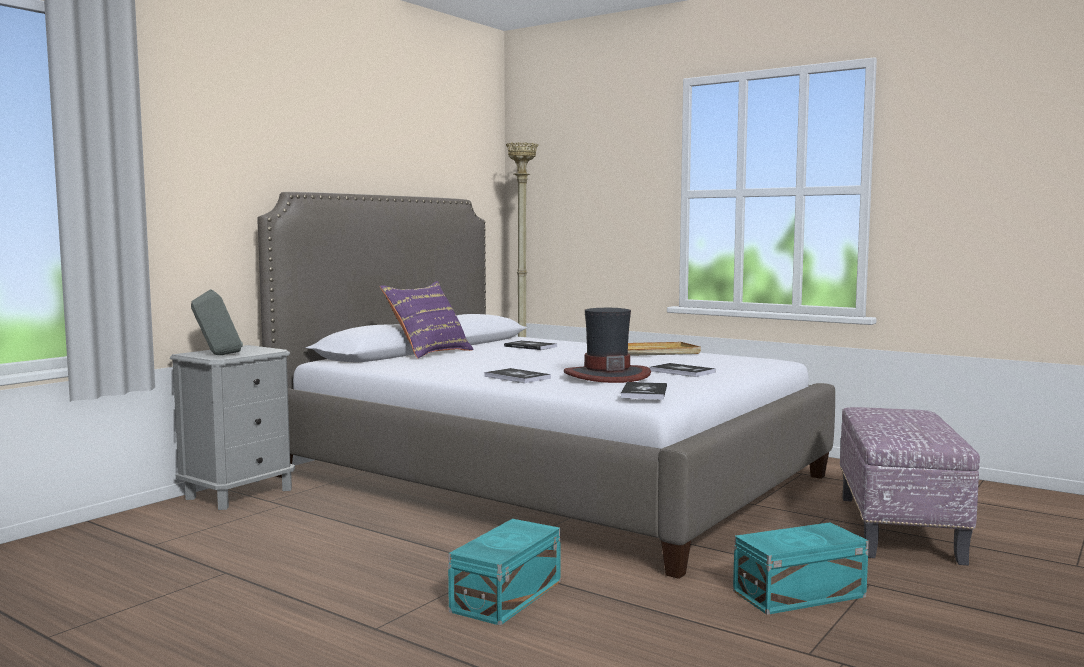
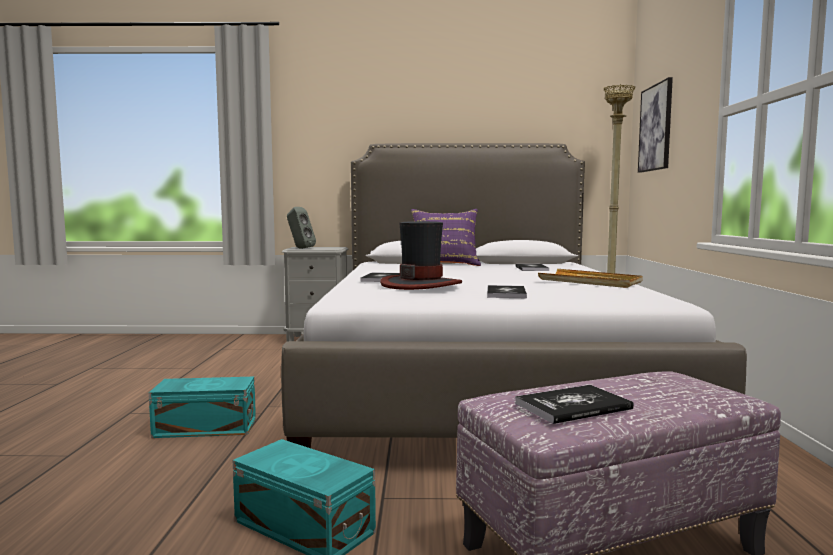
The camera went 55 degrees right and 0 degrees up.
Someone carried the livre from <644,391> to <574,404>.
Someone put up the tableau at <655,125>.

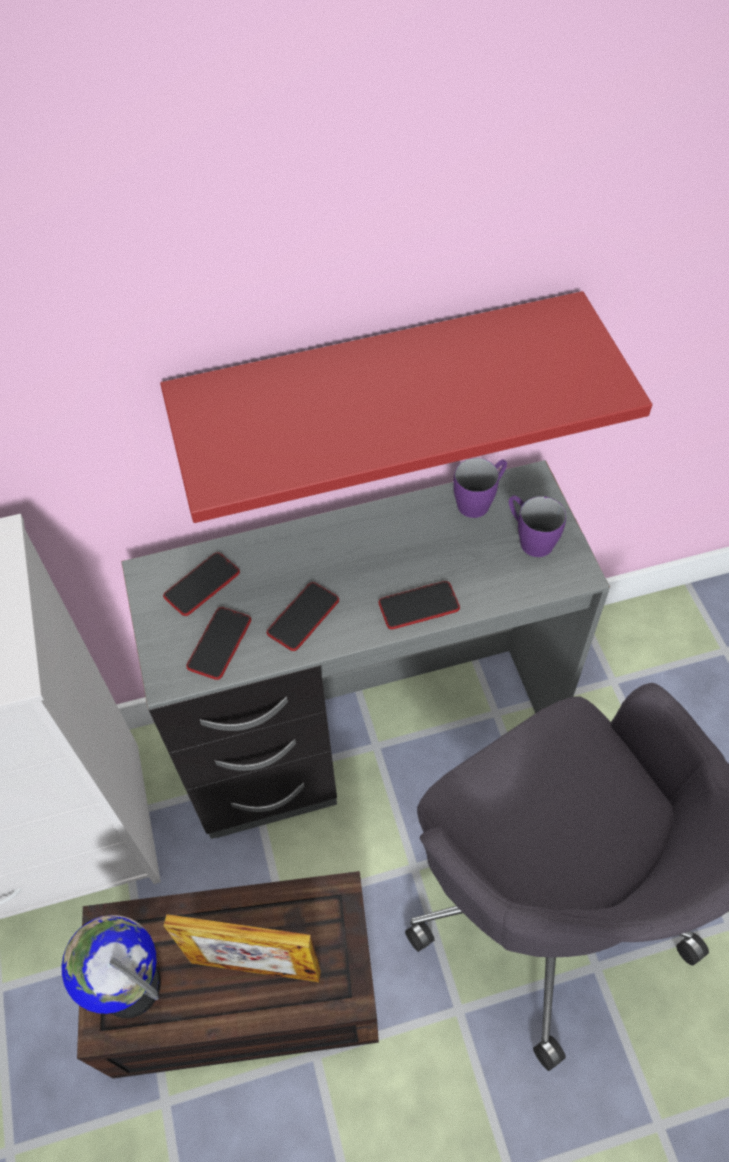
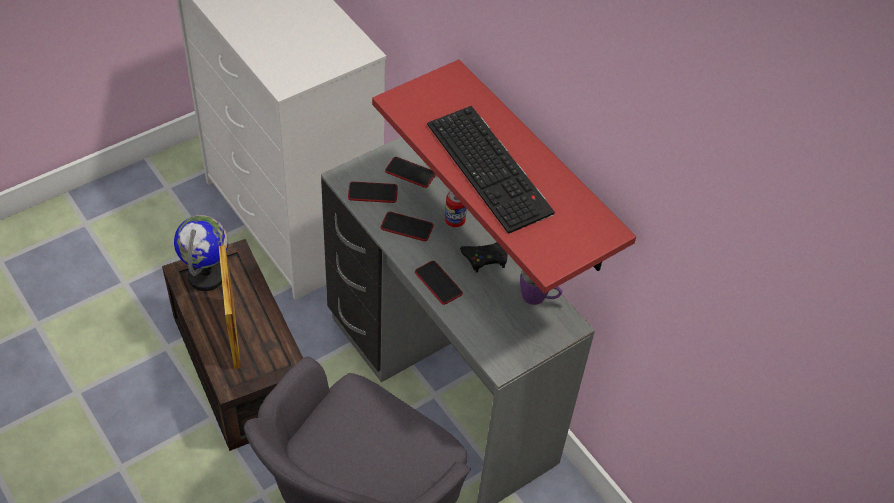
The camera went 65 degrees right and 5 degrees down.
Someone took away the mug/violet at <537,526>.
Someone put down the clavier at <491,170>.
Someone put down the boîte métallique at <456,209>.
Someone put down the manette/noir at <484,257>.

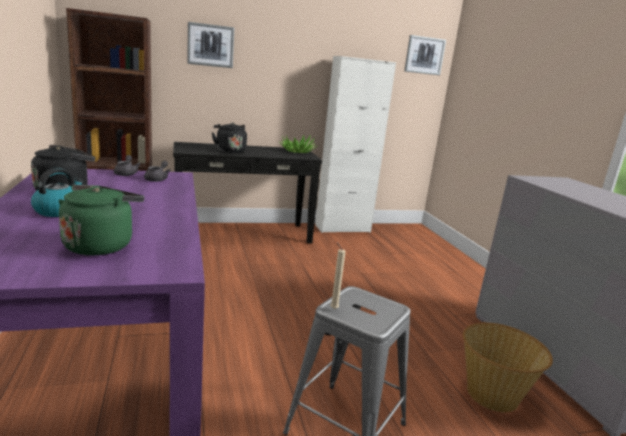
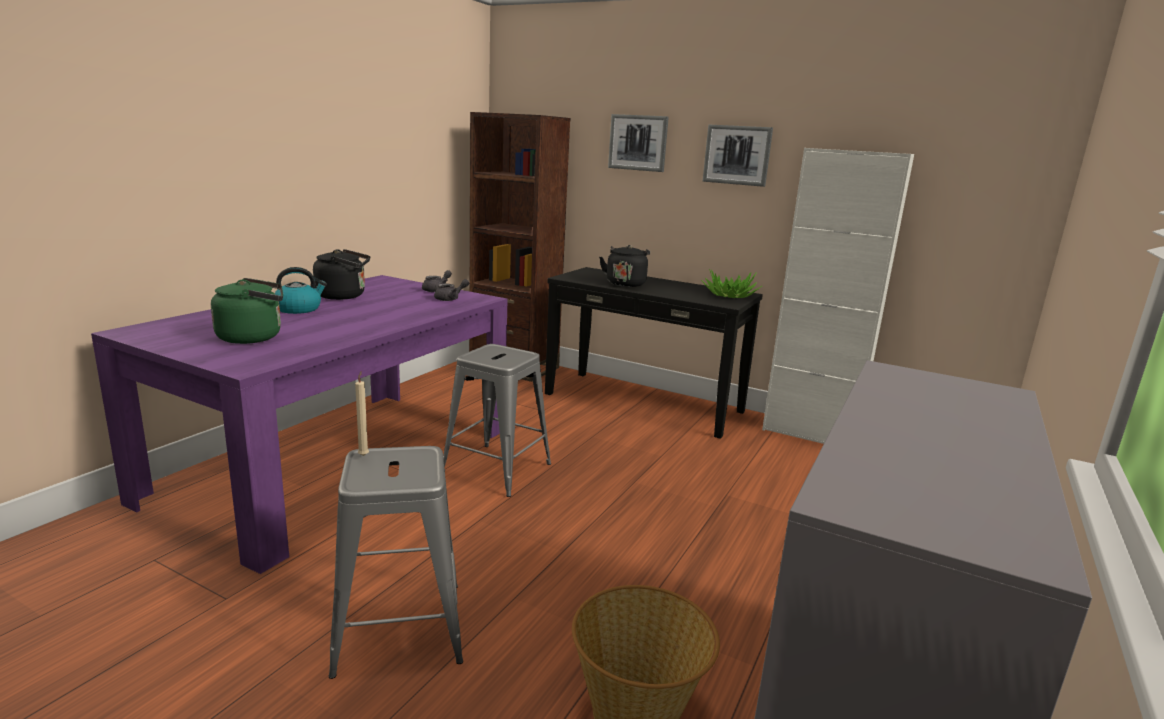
The camera went 45 degrees right and 0 degrees up.
Someone carried the tableau from <425,55> to <737,156>.
Someone put down the tabouret/gris at <497,420>.

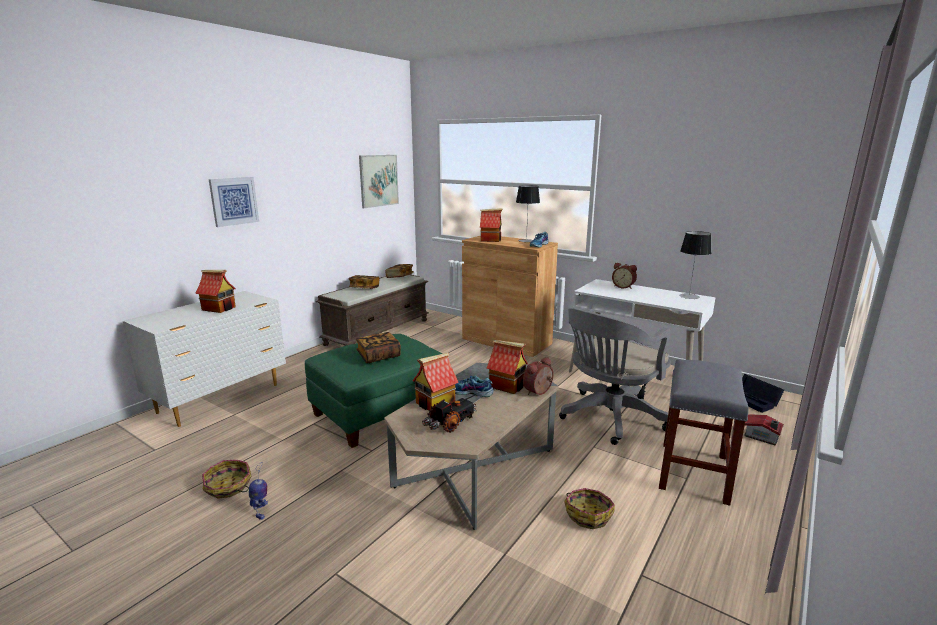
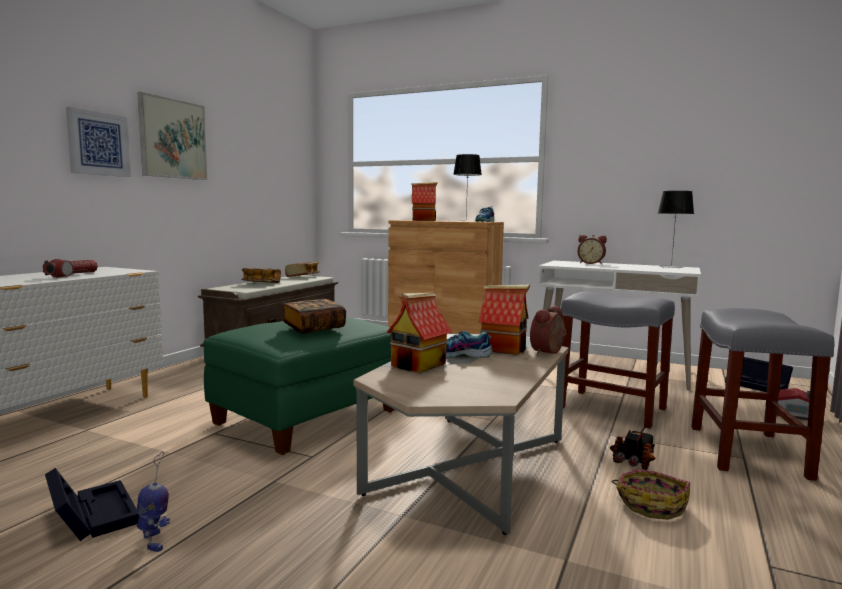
The camera went 10 degrees left and 10 degrees down.
Someone carried the tableau from <379,181> to <172,136>.
Someone swapped the maison miniature at <215,291> for the lampe de poche at <70,268>.
Someone swapped the chaise de bureau/gris at <615,376> for the tabouret/gris at <618,360>.
Someone carried the camion jouet from <449,414> to <632,448>.
Someone swapped the panier at <227,479> for the boîte de rangement/noir at <92,504>.

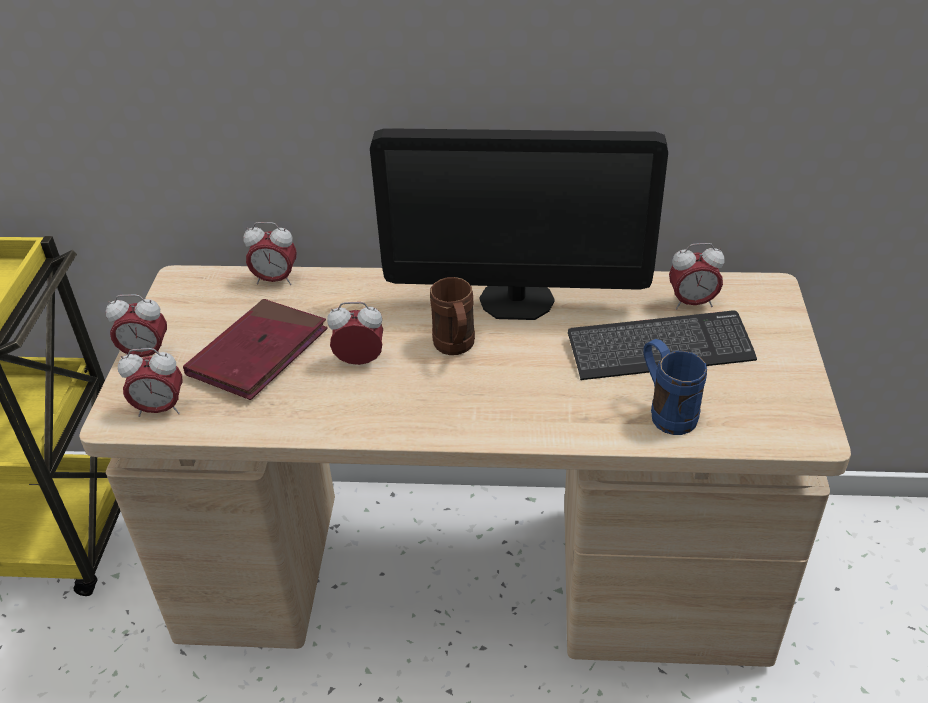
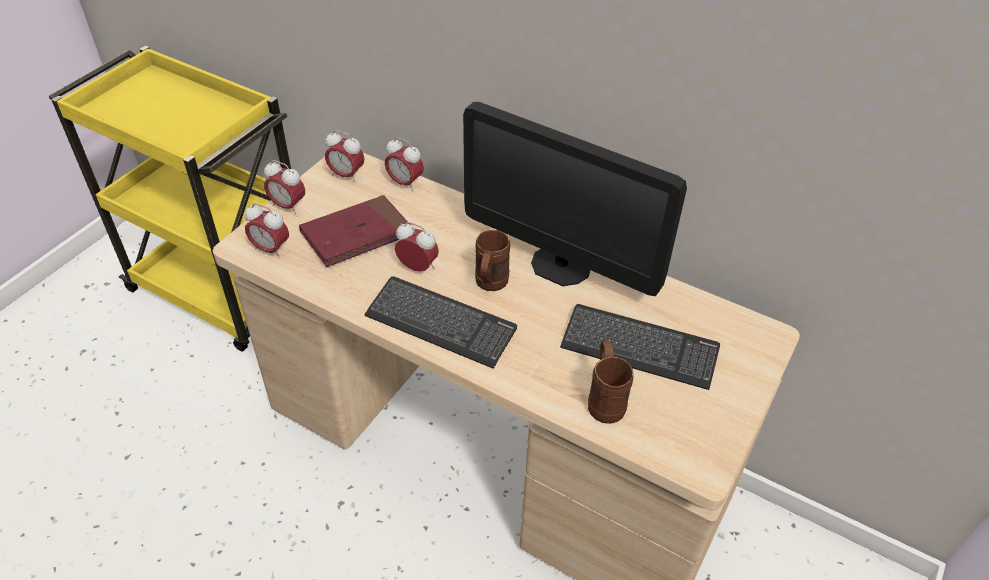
The camera went 25 degrees right and 5 degrees up.
Someone carried the réveil from <697,276> to <345,156>.
Someone repainted the mug/bleu at <675,387>, which became the mug/marron at <611,382>.
Someone put down the clavier at <441,322>.

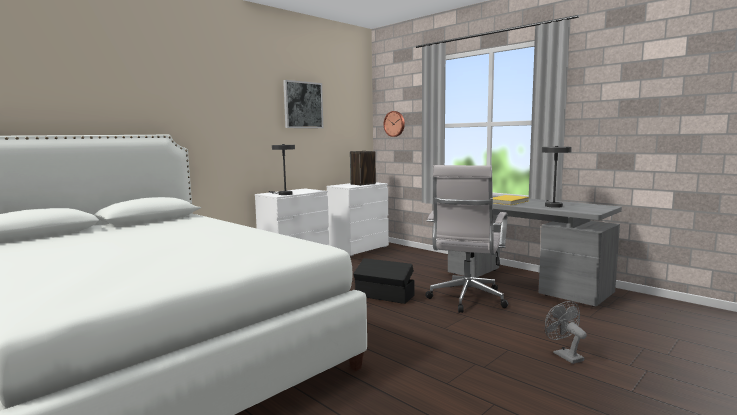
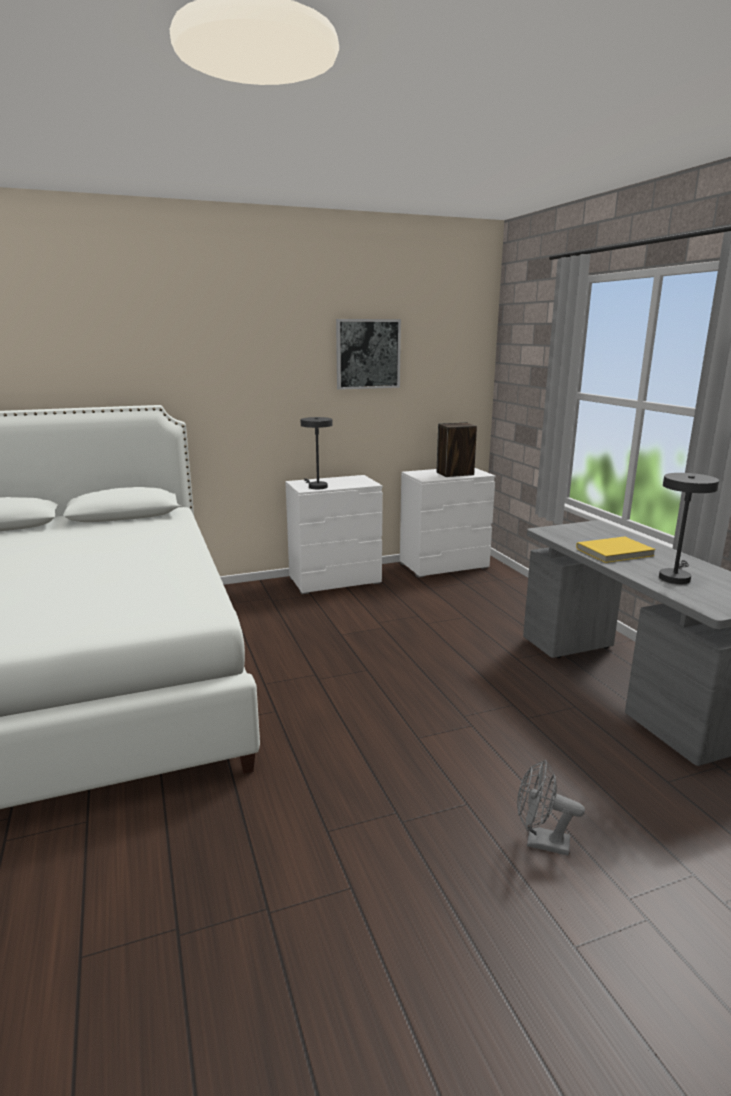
The camera went 25 degrees right and 10 degrees up.
Someone took away the horloge murale at <394,124>.
Someone took away the chaise de bureau/blanc at <466,239>.
Someone took away the boîte de rangement/noir at <384,281>.
Someone rotated the ventilateur/gris at <566,332> by 75 degrees counterclockwise.

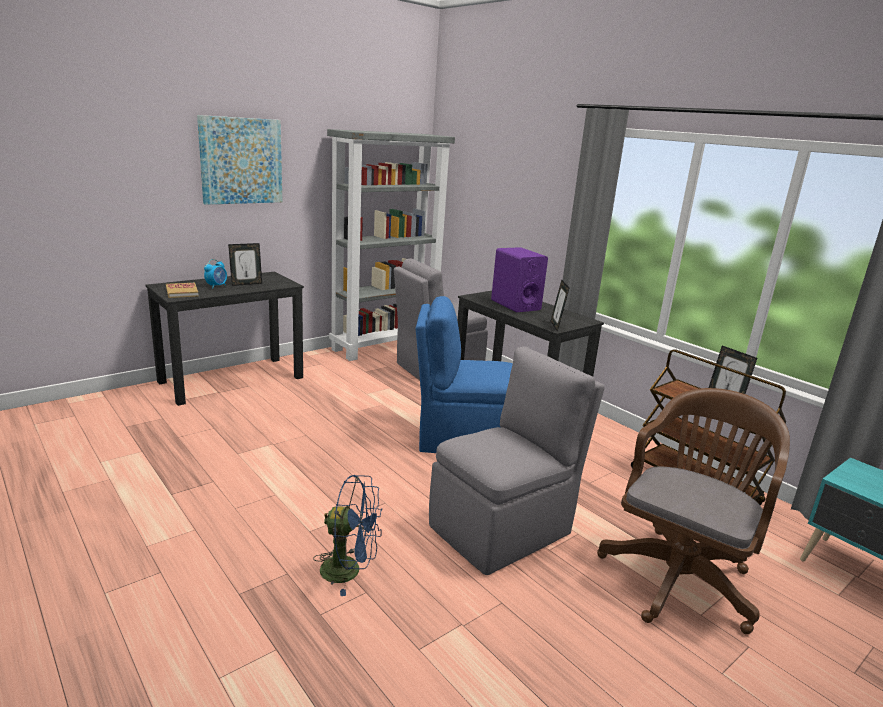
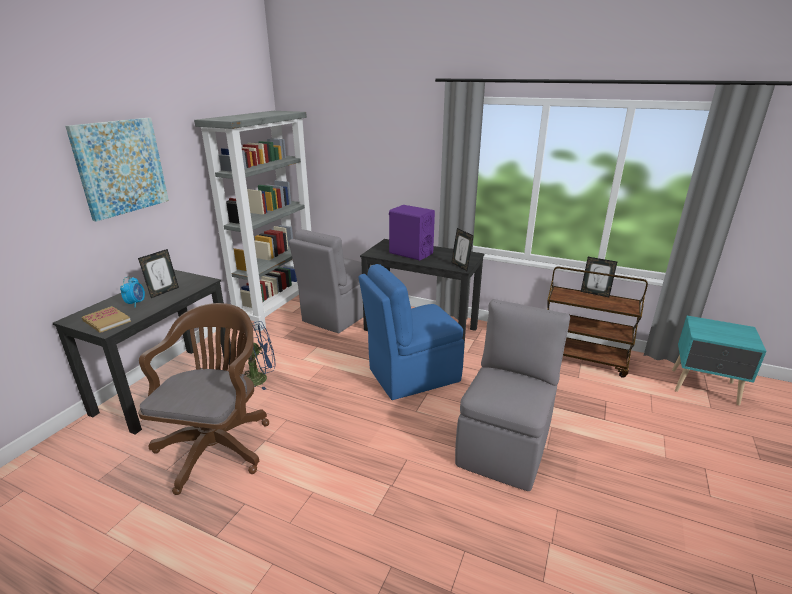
The camera went 25 degrees left and 5 degrees up.
Someone carried the chaise de bureau/marron from <693,511> to <203,399>.
Someone carried the ventilateur/bleu from <347,535> to <260,355>.

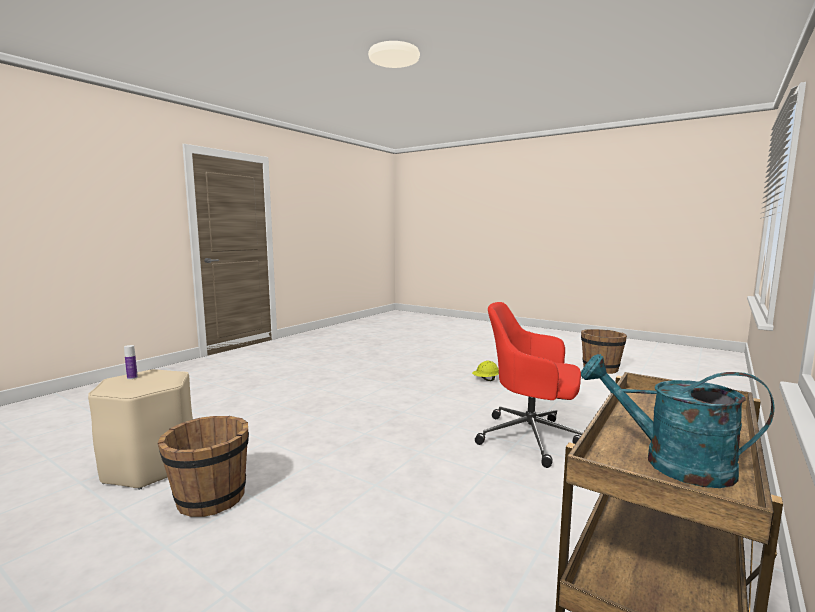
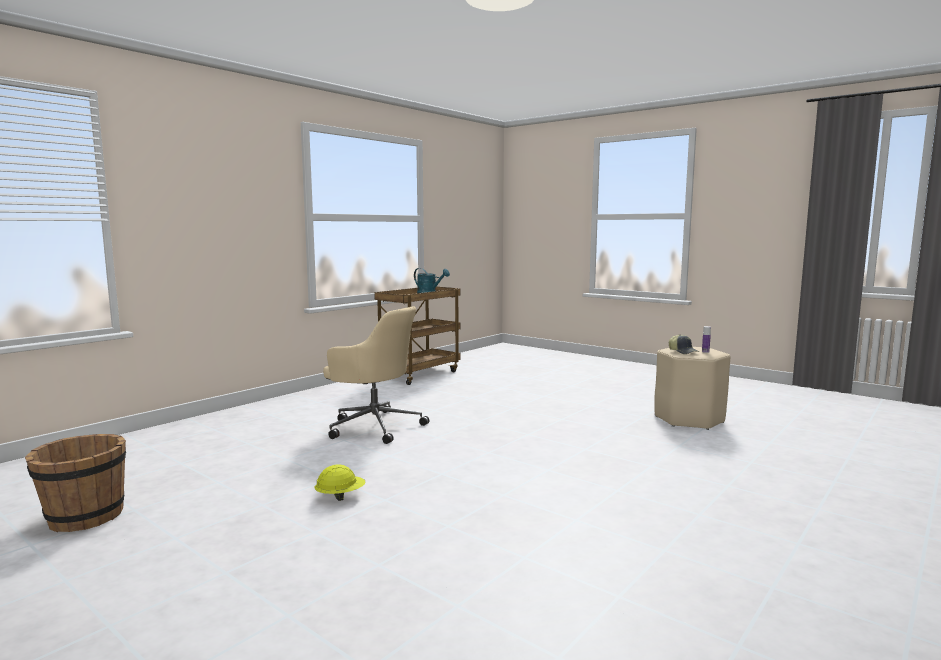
The camera went 175 degrees left and 0 degrees up.
Someone repainted the chaise de bureau/rouge at <529,385>, which became the chaise de bureau/beige at <376,375>.
Someone took away the seau/marron at <203,466>.
Someone put down the casquette at <684,344>.

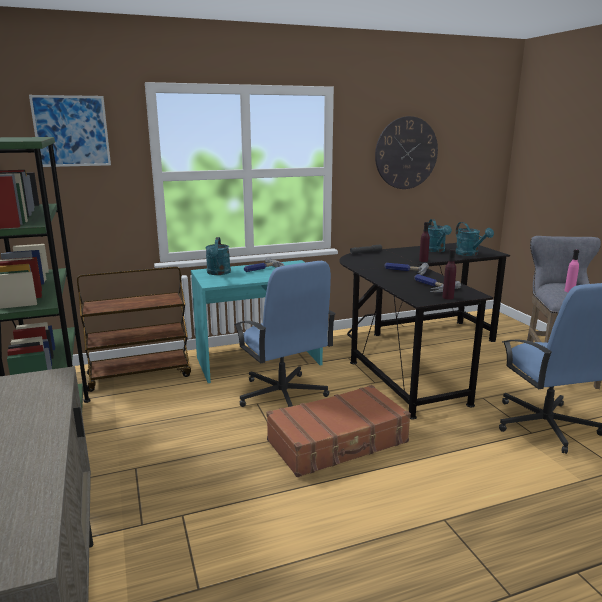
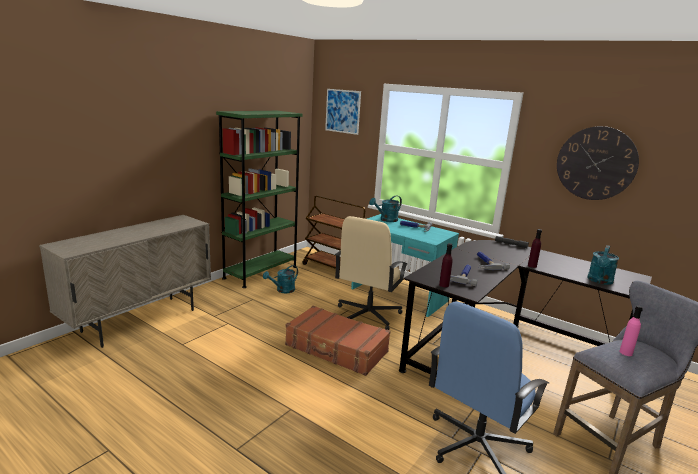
The camera went 55 degrees right and 0 degrees up.
Someone carried the arrosoir/turquoise from <440,235> to <280,279>.
Someone repainted the chaise de bureau/bleu at <285,334>, which became the chaise de bureau/beige at <371,273>.

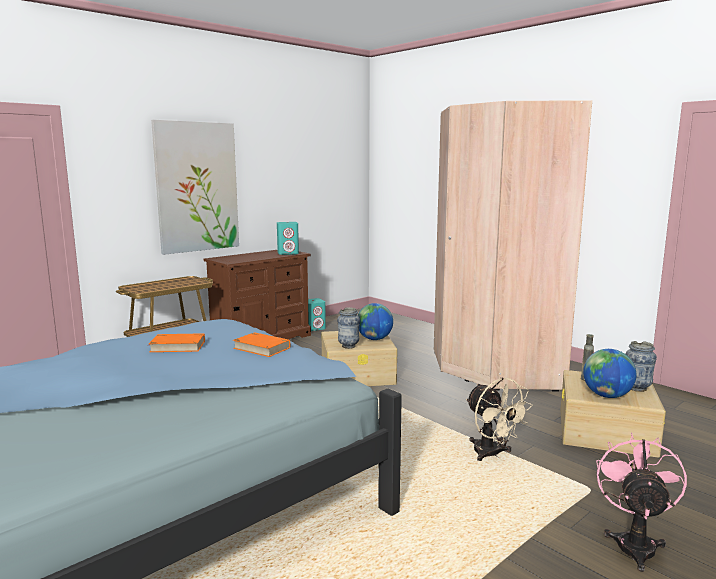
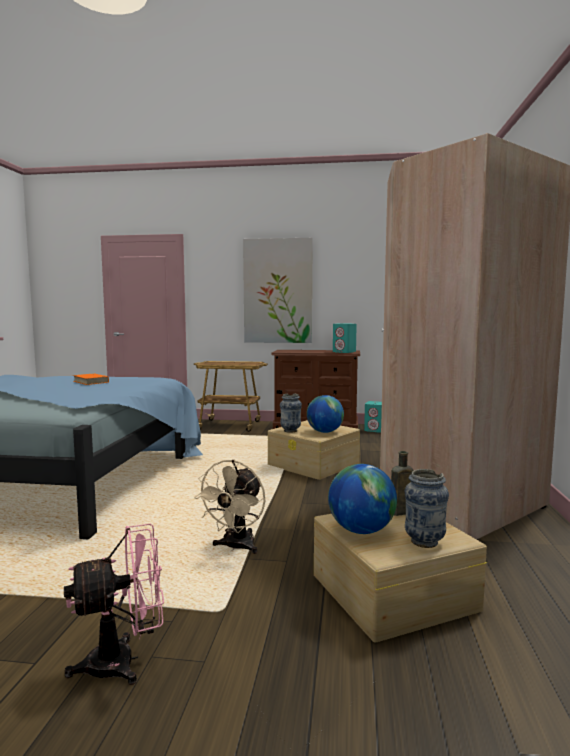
The camera went 50 degrees right and 5 degrees down.
Someone took away the livre/orange at <261,344>.

